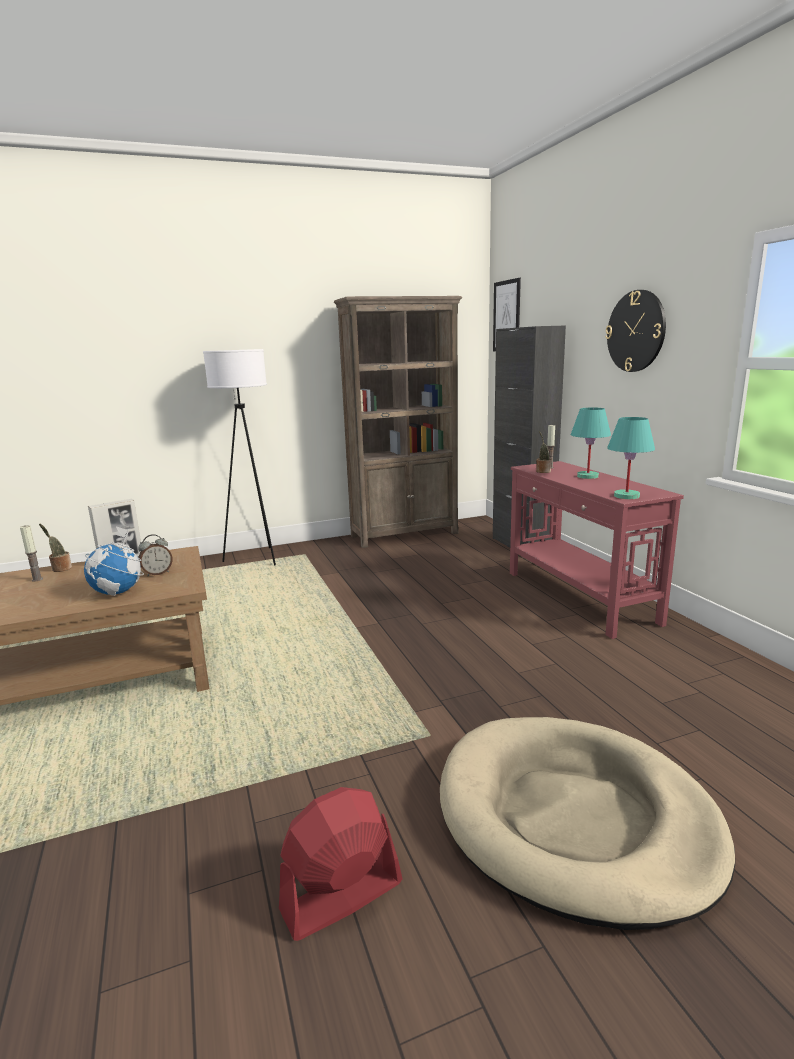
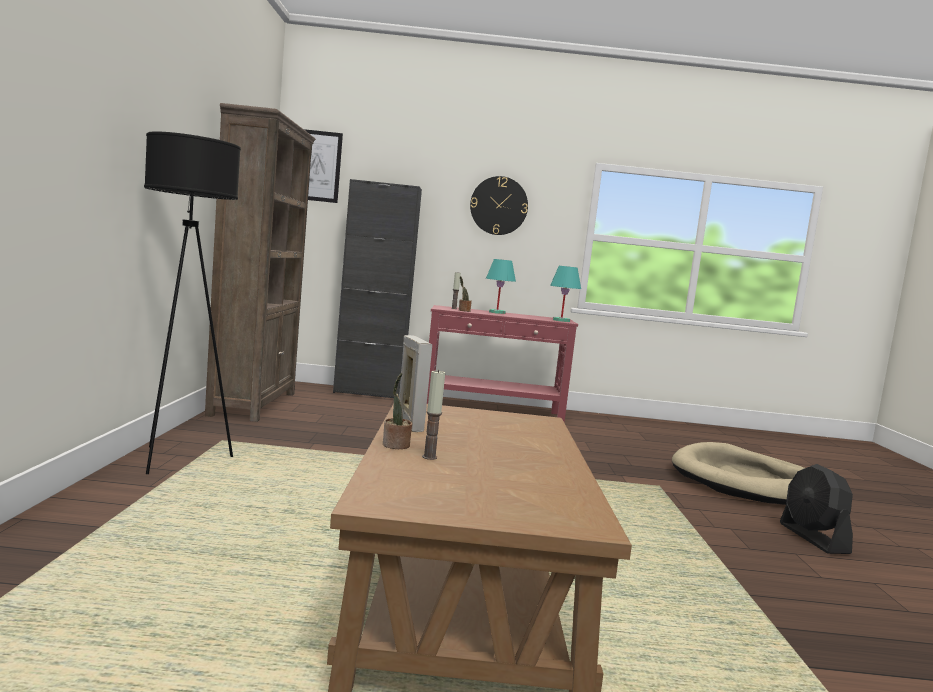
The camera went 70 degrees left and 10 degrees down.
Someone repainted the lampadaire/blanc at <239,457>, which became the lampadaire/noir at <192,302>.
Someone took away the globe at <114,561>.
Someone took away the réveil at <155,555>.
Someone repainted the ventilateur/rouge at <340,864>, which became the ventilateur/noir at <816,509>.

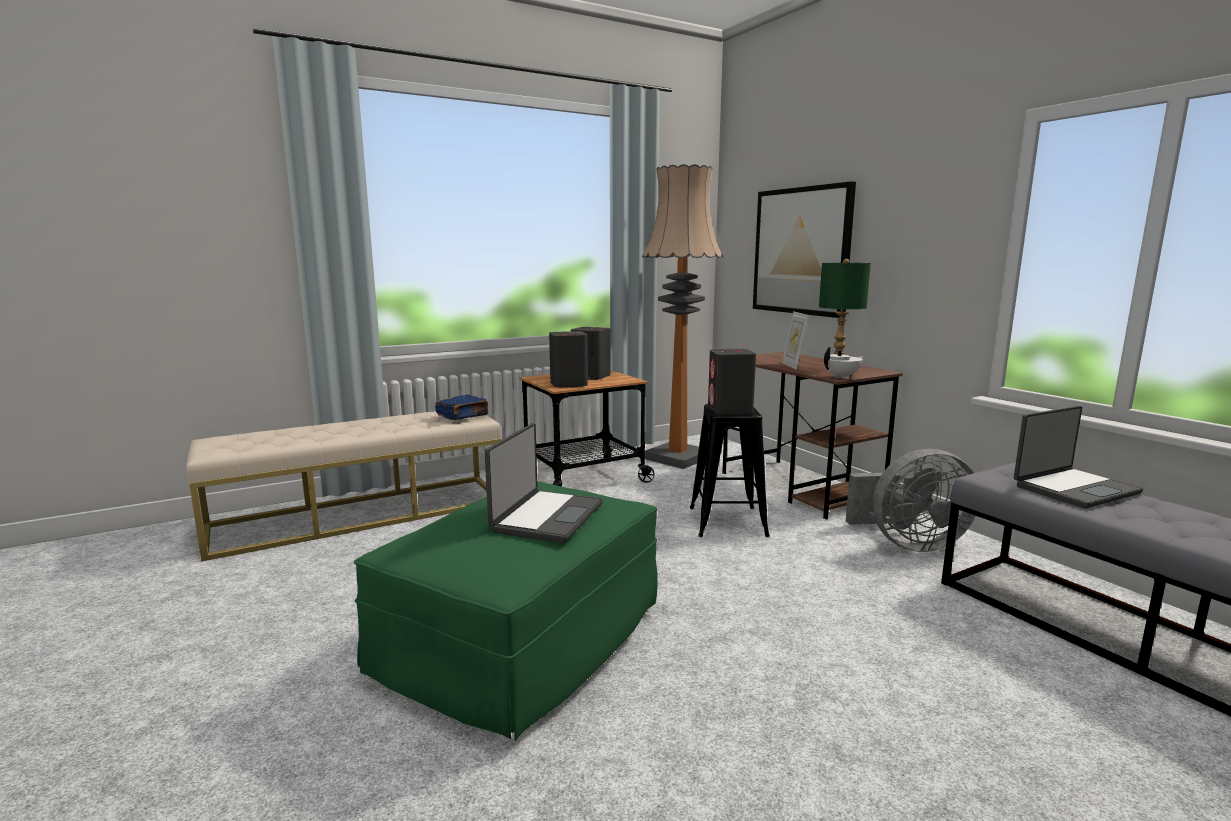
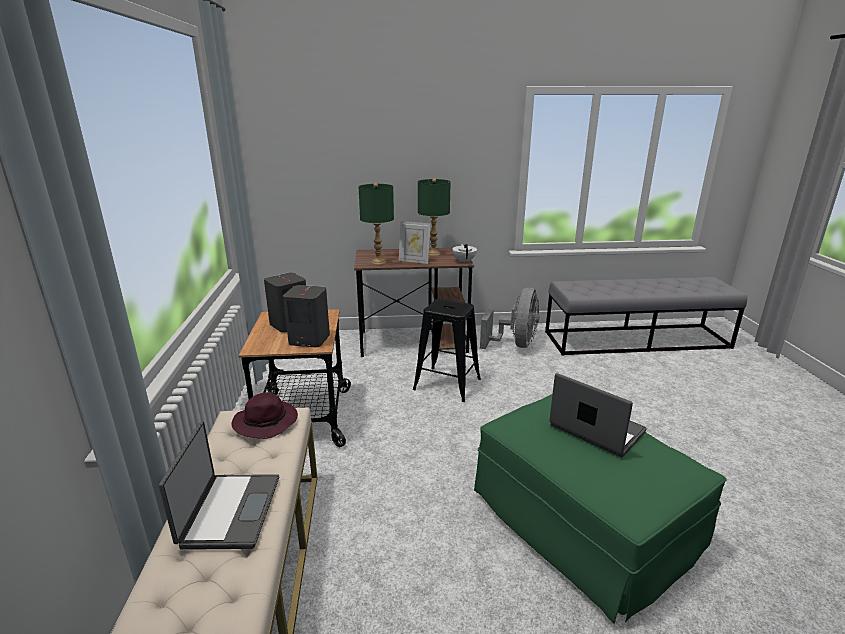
The camera went 65 degrees left and 10 degrees up.
Someone took away the lampadaire at <682,316>.
Someone took away the tableau at <804,249>.
Someone took away the enceinte/gris at <732,381>.
Someone swapped the livre/bleu at <462,407> for the chapeau/violet at <265,416>.
Someone carried the ordinateur portable from <1078,457> to <219,486>.
Someone put down the lampe de table/vert at <376,224>.

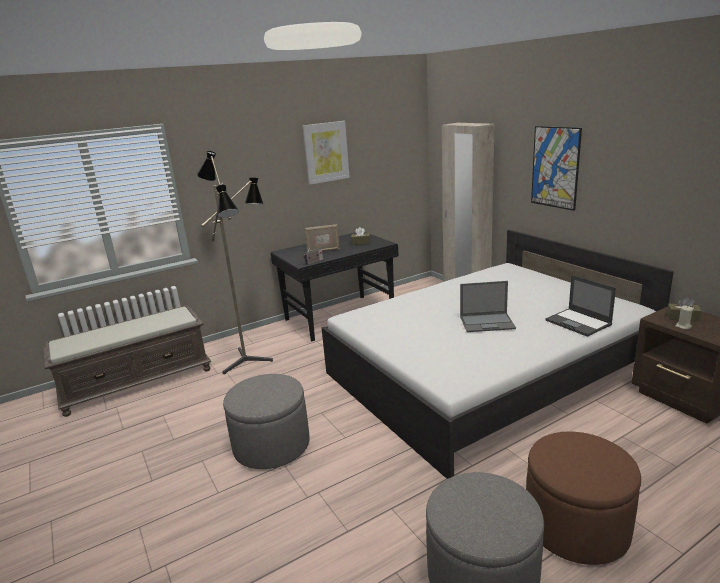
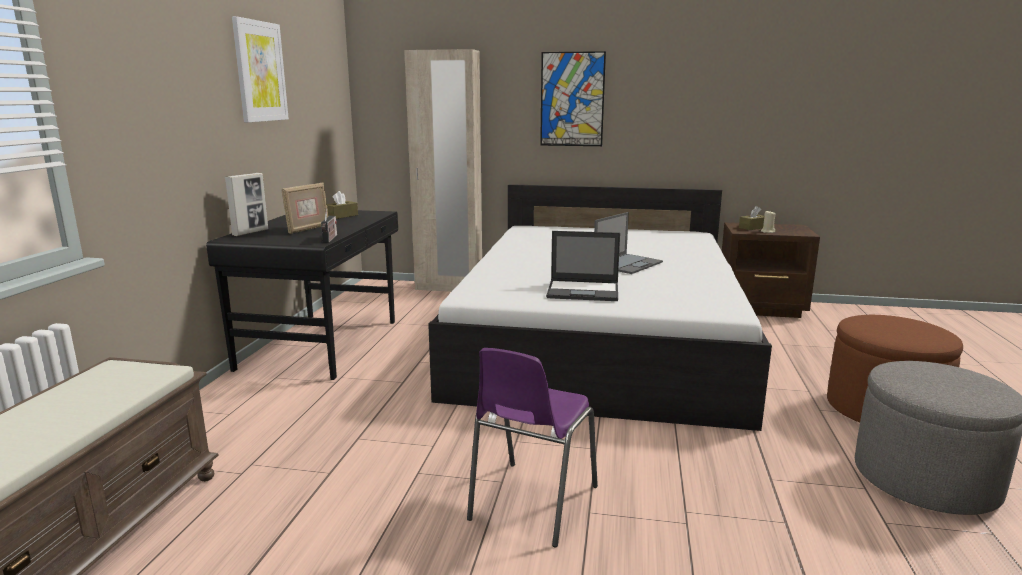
The camera went 50 degrees left and 5 degrees down.
Someone took away the lampadaire at <235,262>.
Someone carried the ordinateur portable from <580,306> to <583,266>.
Someone swapped the pouf/gris at <266,421> for the chaise/violet at <532,447>.
Someone put down the cadre photo at <246,204>.

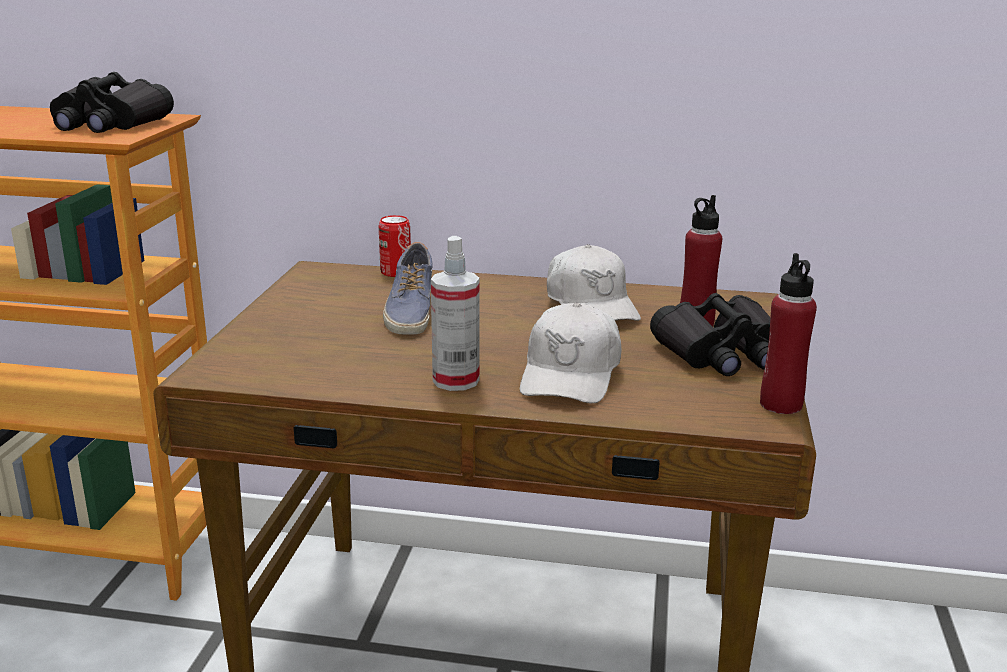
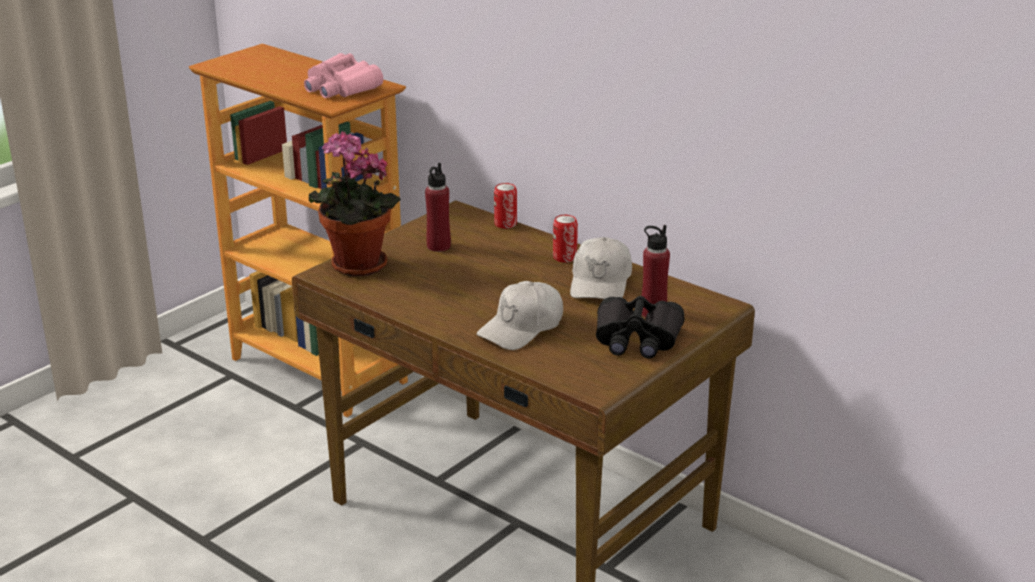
The camera went 30 degrees right and 5 degrees up.
Someone repainted the jumelles/noir at <112,102>, which became the jumelles/rose at <343,75>.
Someone took away the vaporisateur at <455,313>.
Someone took away the chaussure at <408,288>.
Someone carried the bouteille/rouge from <788,333> to <438,207>.
Someone put down the plante en pot at <355,203>.
Someone put down the boîte métallique at <565,239>.

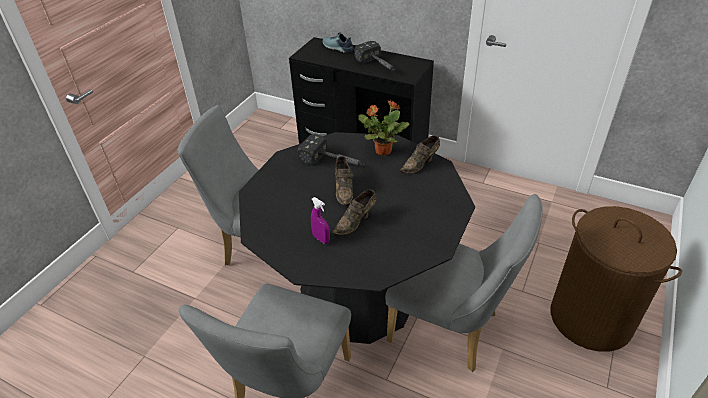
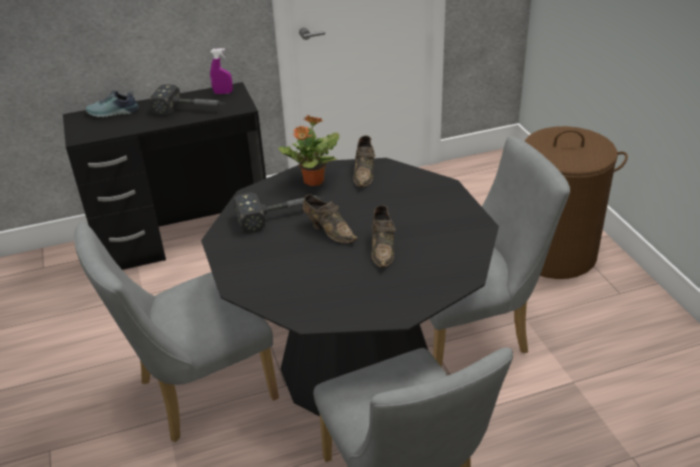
The camera went 45 degrees left and 5 degrees down.
Someone carried the vaporisateur/violet from <320,220> to <221,71>.

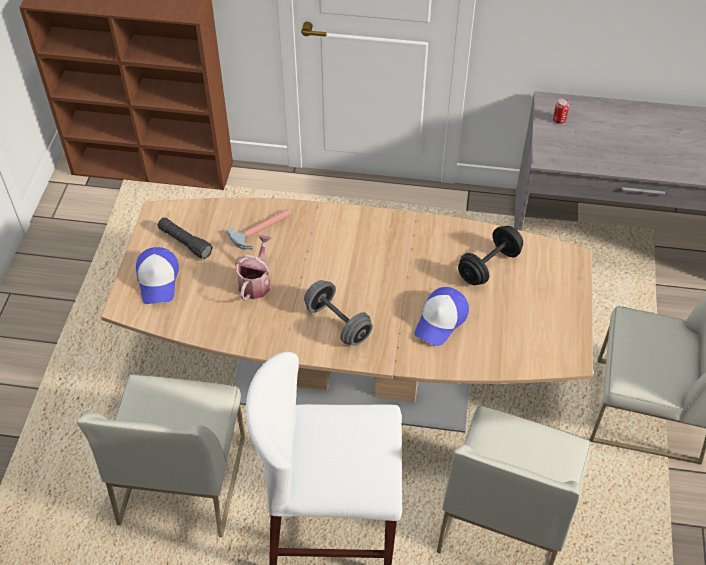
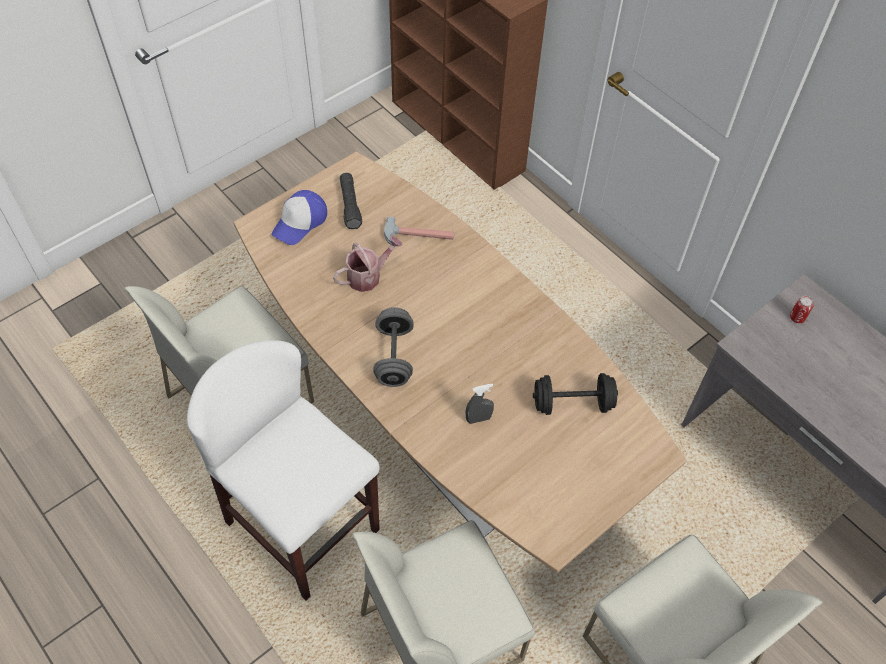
The camera went 40 degrees right and 5 degrees up.
Someone swapped the casquette at <442,316> for the vaporisateur/gris at <479,403>.

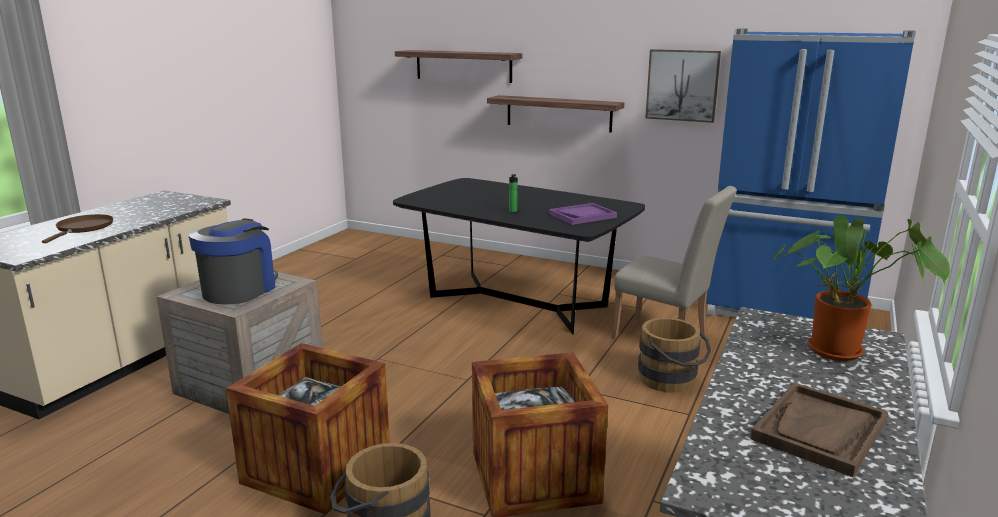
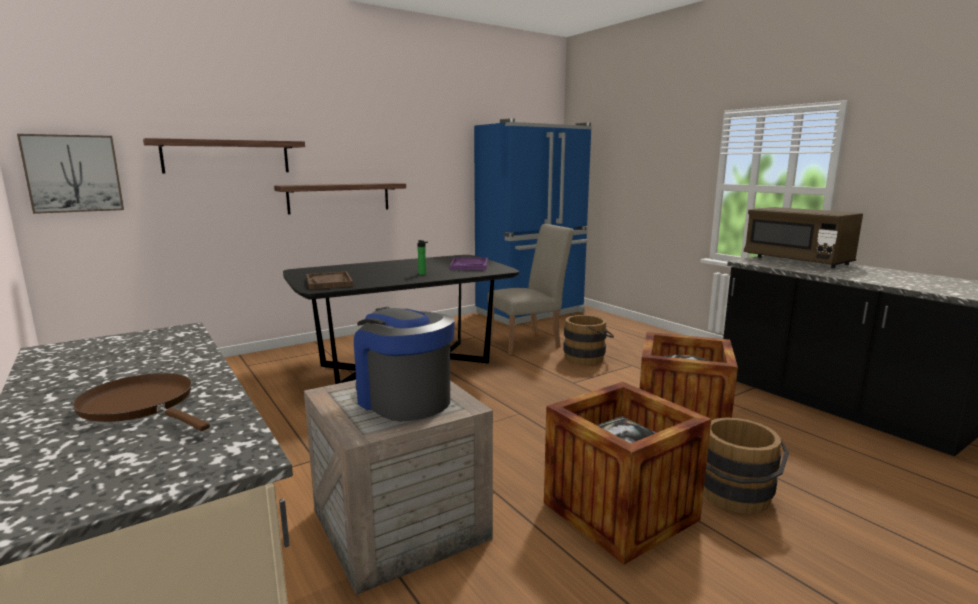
The camera went 60 degrees left and 5 degrees down.
Someone carried the tableau from <683,86> to <70,174>.
Someone swapped the plante en pot at <860,288> for the micro-ondes/marron at <803,237>.
Someone carried the plateau/marron from <819,429> to <329,280>.

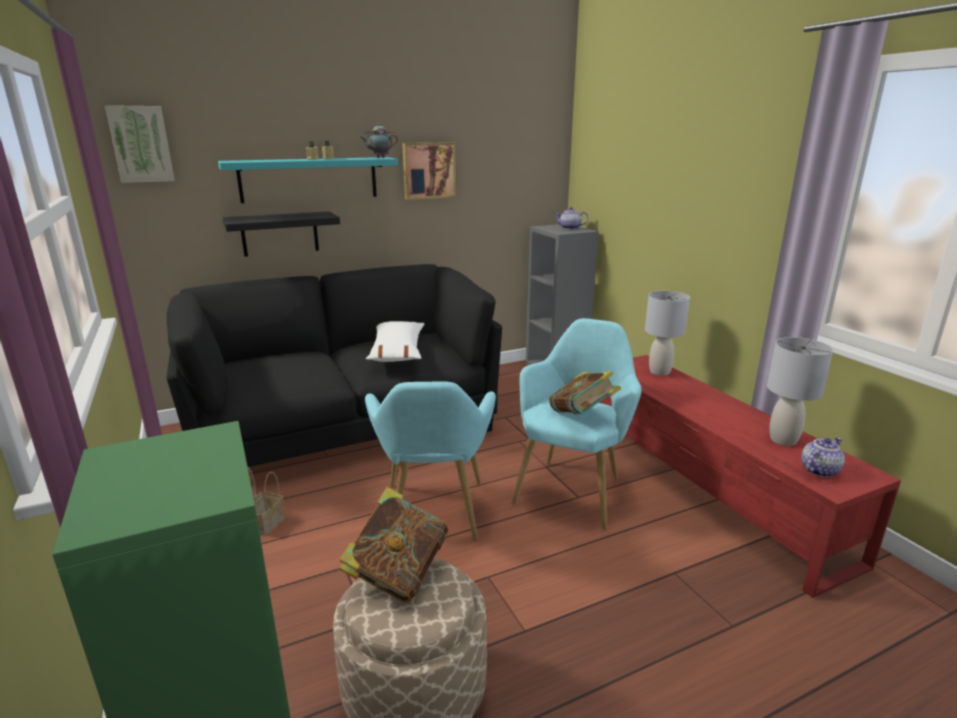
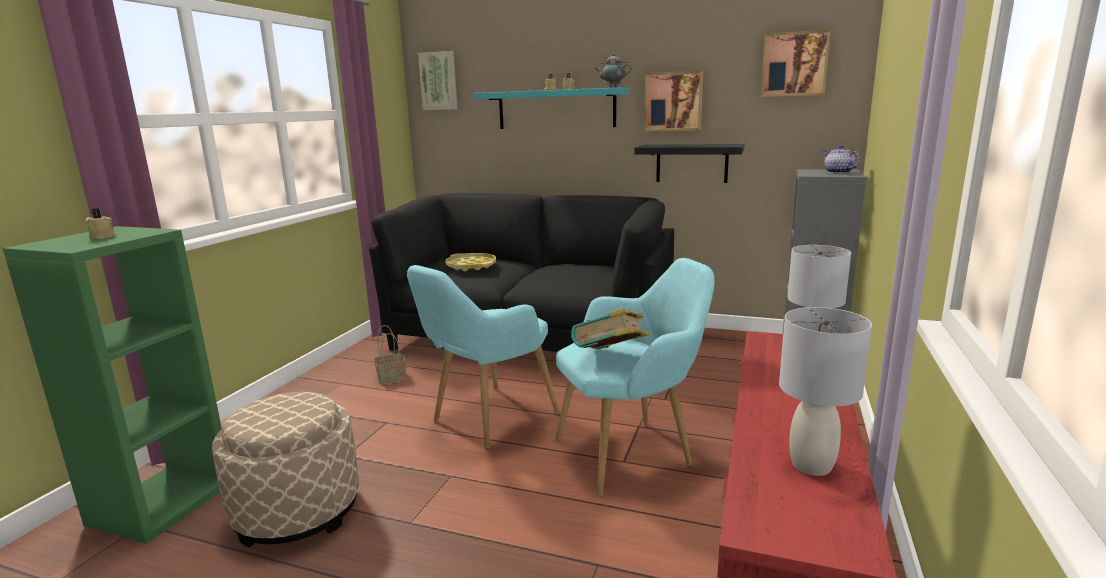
The camera went 45 degrees right and 5 degrees down.
Someone carried the étagère/noir from <281,234> to <689,163>.
Someone took away the coussin/blanc at <395,341>.
Someone took away the théière at <823,457>.
Someone took away the livre at <393,545>.
Someone put up the tableau at <796,63>.
Someone put down the bougie/beige at <101,223>.
Someone put down the plateau/jaune at <470,262>.

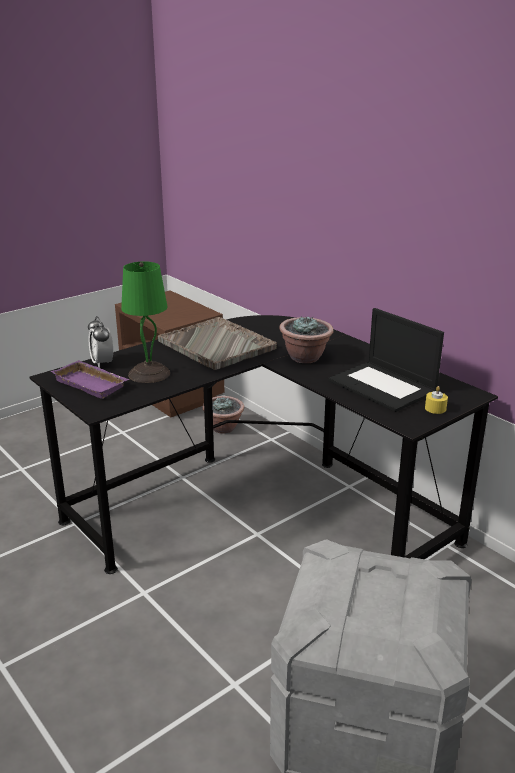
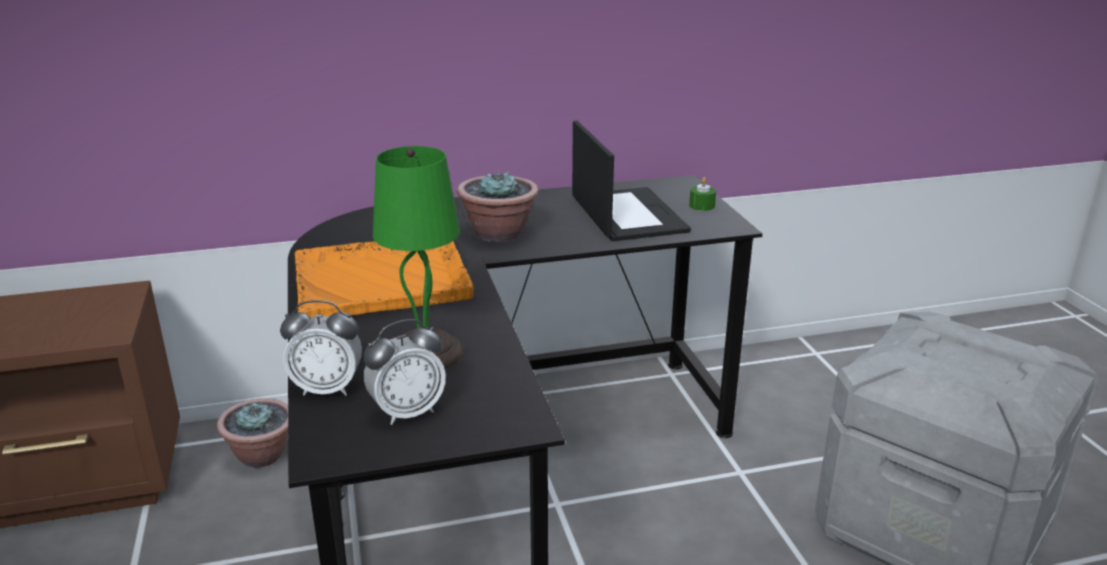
The camera went 65 degrees left and 0 degrees up.
Someone rotated the ordinateur portable at <386,360> by 90 degrees counterclockwise.
Someone repainted the plateau/gris at <217,343>, which became the plateau/orange at <384,279>.
Someone swapped the plateau/violet at <90,379> for the réveil at <404,372>.
Someone repainted the bougie/jaune at <436,400>, which became the bougie/vert at <702,194>.

